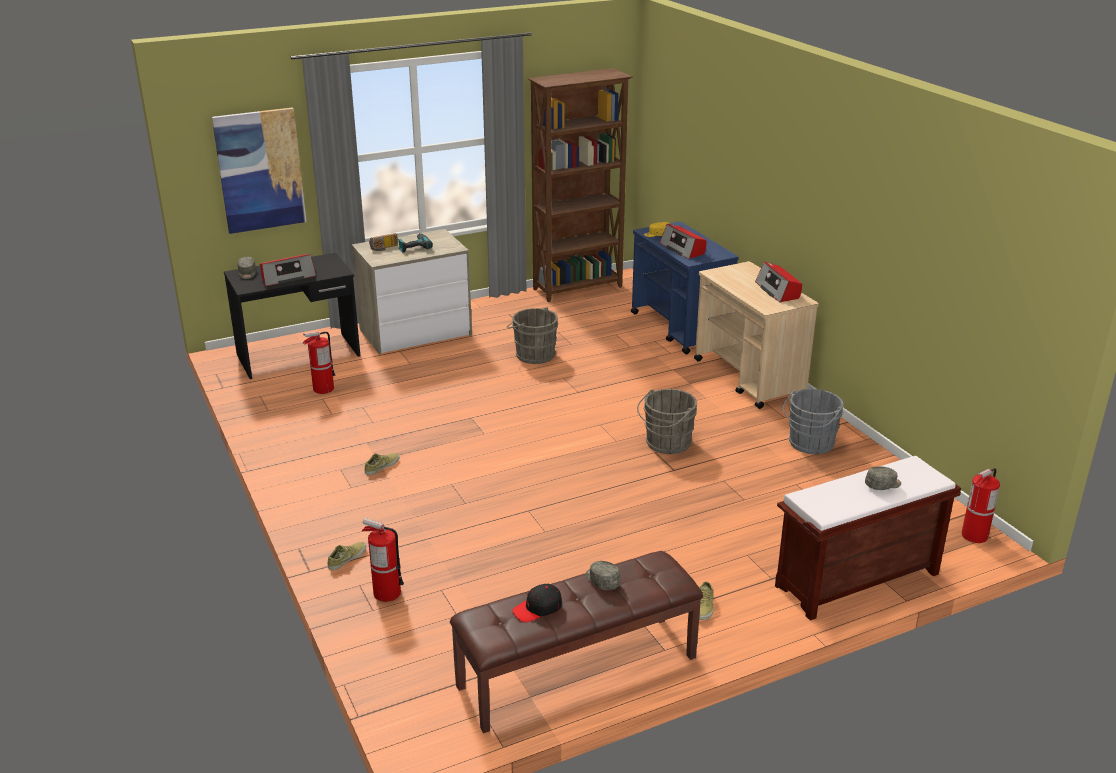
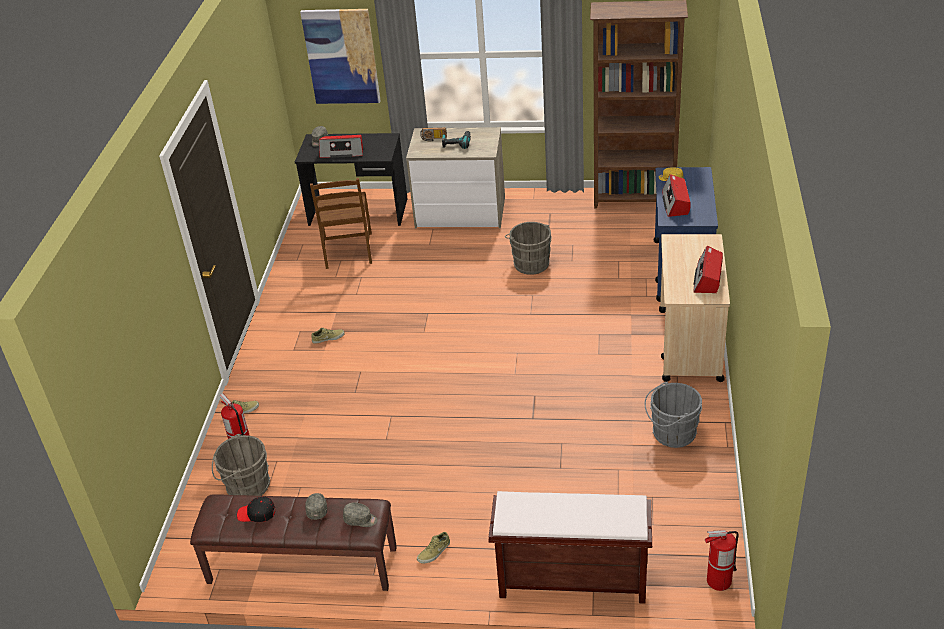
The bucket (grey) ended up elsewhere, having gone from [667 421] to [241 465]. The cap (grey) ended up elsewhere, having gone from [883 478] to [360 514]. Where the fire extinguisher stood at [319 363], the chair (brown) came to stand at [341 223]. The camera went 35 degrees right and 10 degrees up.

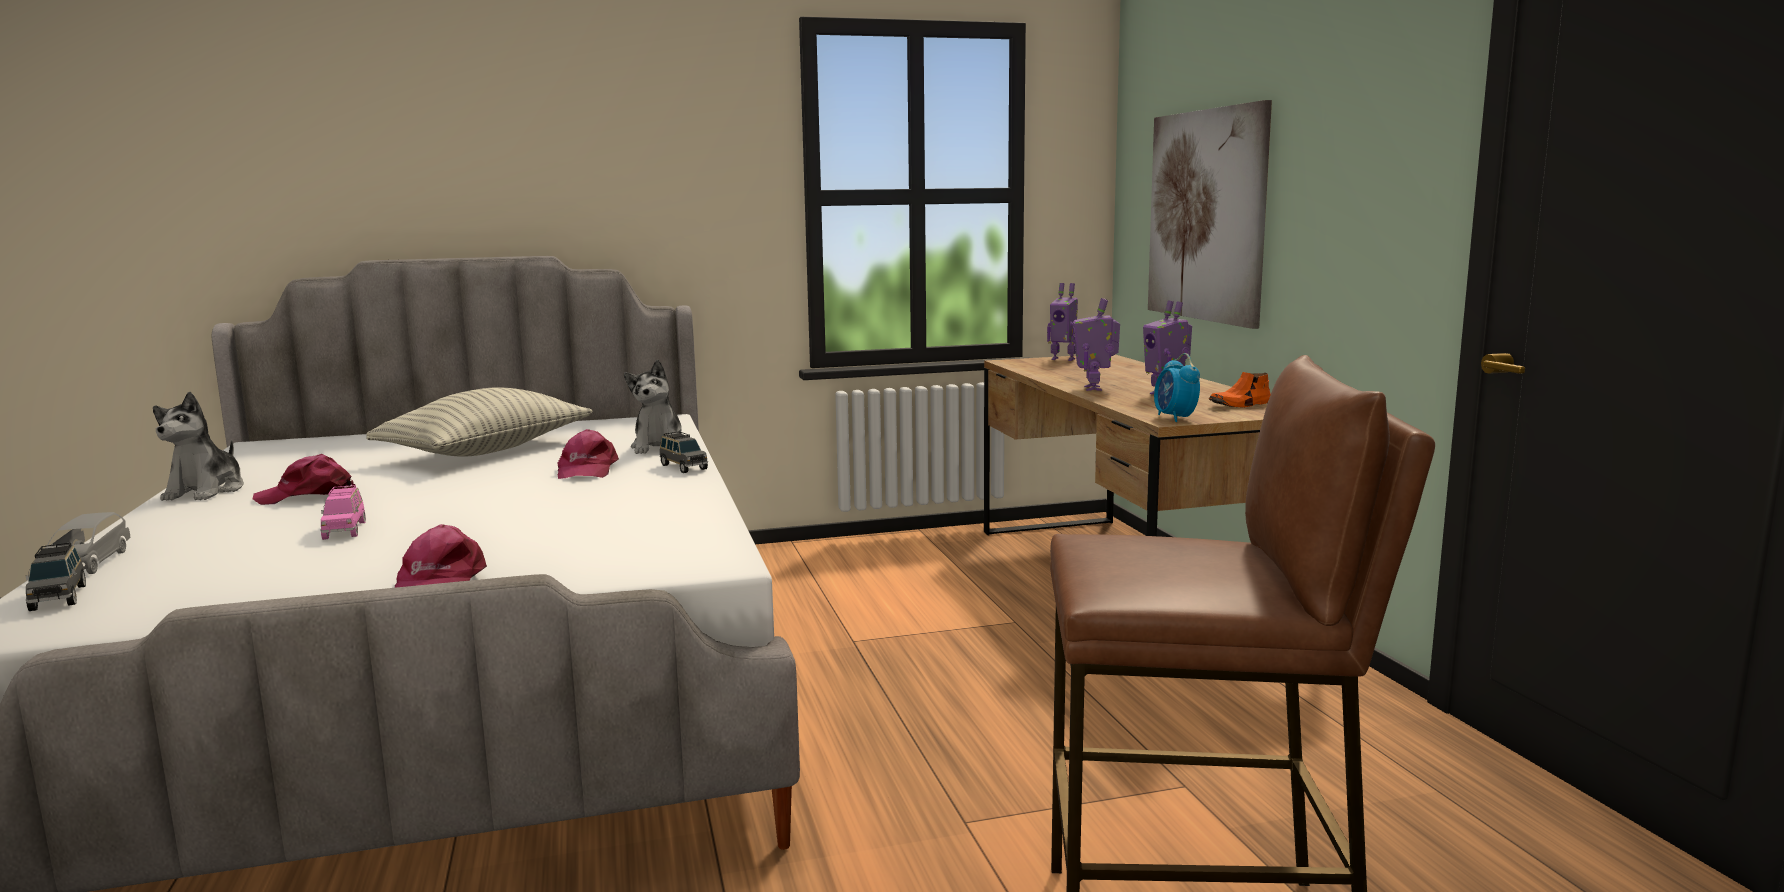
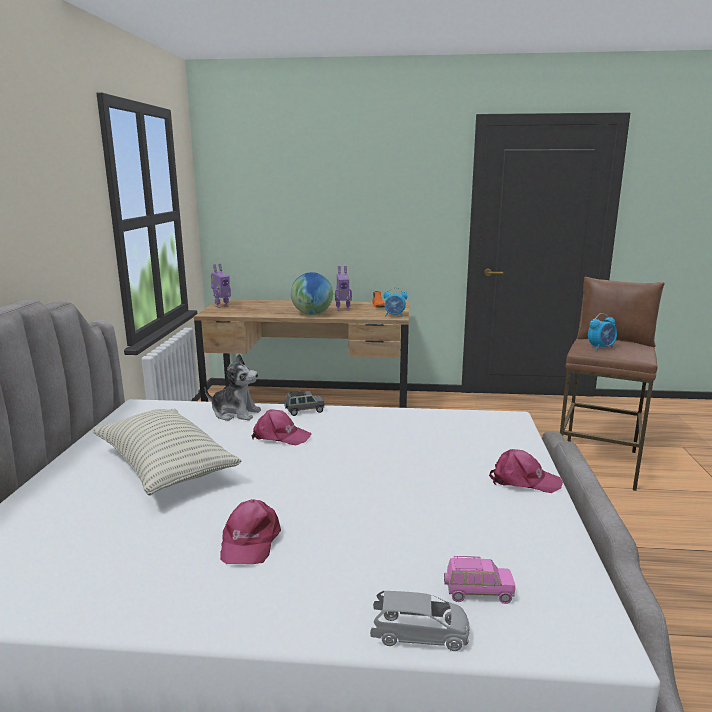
The second view lost the toy car (grey) at [56 576]. The second view lost the plush toy at [198 446]. The second view lost the picture at [1210 214]. The second view gained the alarm clock at [602 332]. The toy car (pink) ended up elsewhere, having gone from [343 512] to [479 580]. Where the toy robot stood at [1096 344], the globe came to stand at [312 293]. The camera went 70 degrees left and 5 degrees up.

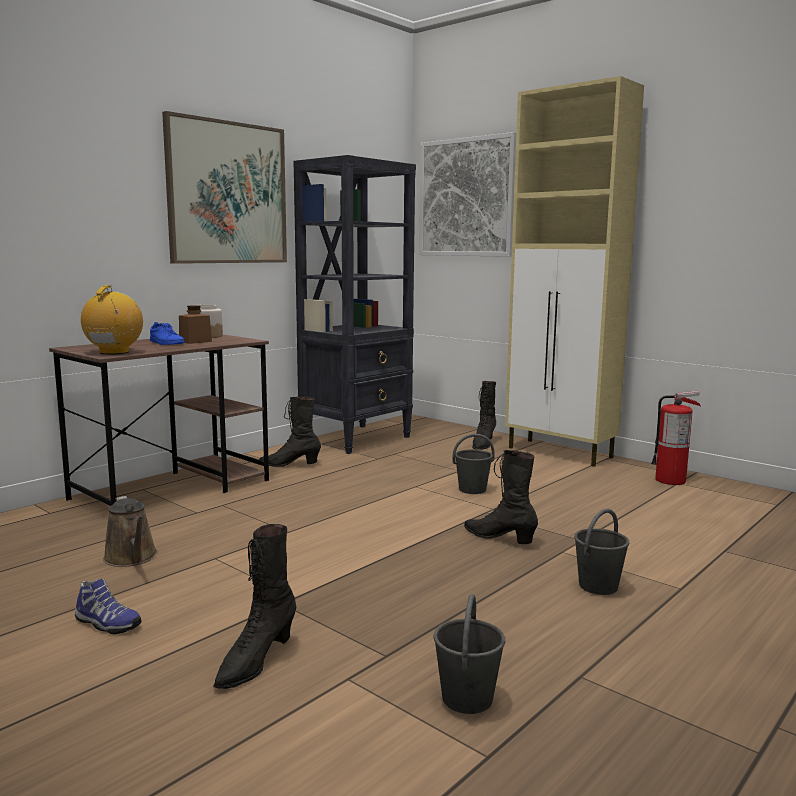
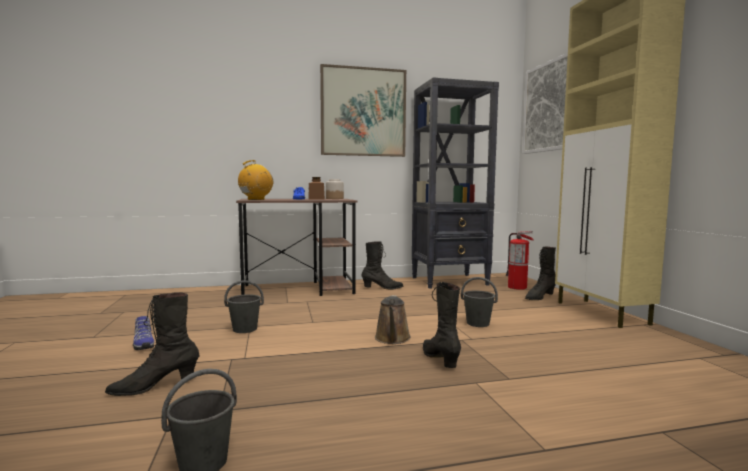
The watering can (brown) ended up elsewhere, having gone from [130 531] to [393 319]. The bucket (grey) ended up elsewhere, having gone from [601 552] to [244 306]. The fire extinguisher ended up elsewhere, having gone from [675 438] to [520 260]. The boot (black) at [290 432] ended up facing another way, 135 degrees clockwise from before. The camera went 35 degrees right and 5 degrees down.

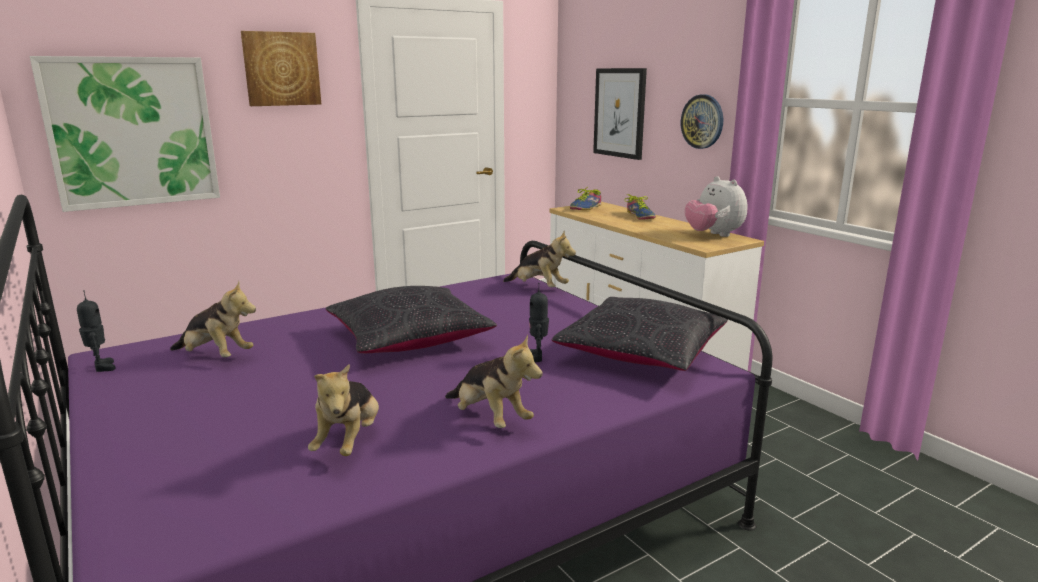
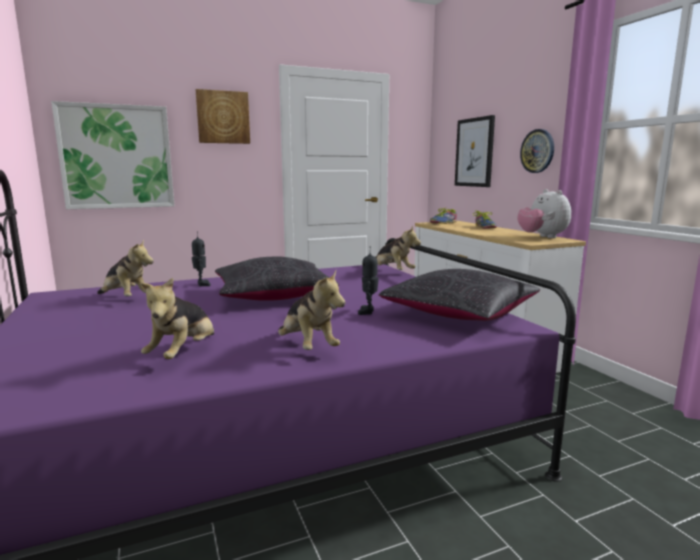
The toy robot ended up elsewhere, having gone from [96 331] to [201 260]. The camera went 10 degrees right and 5 degrees down.

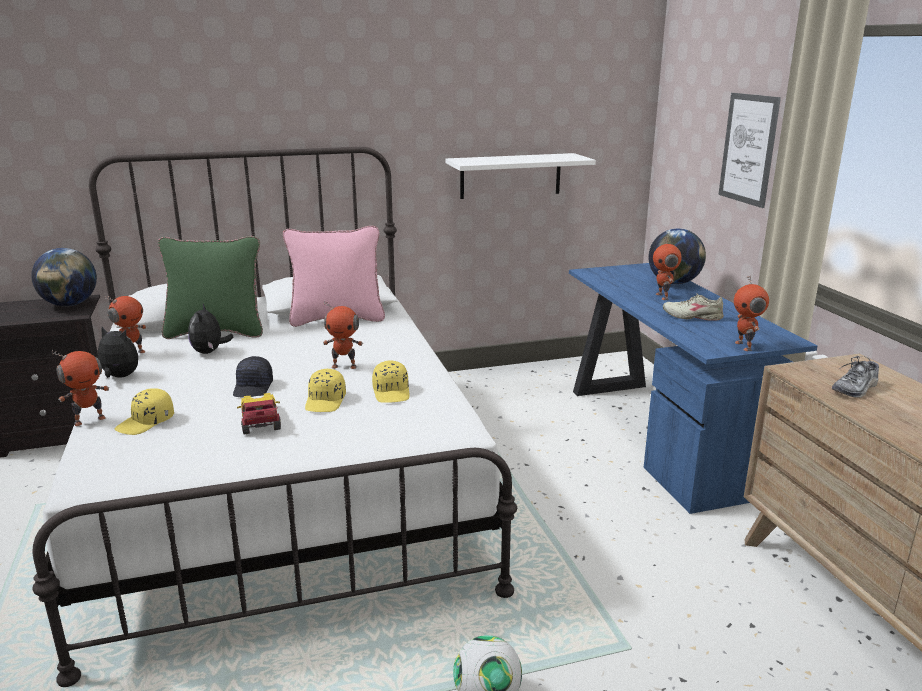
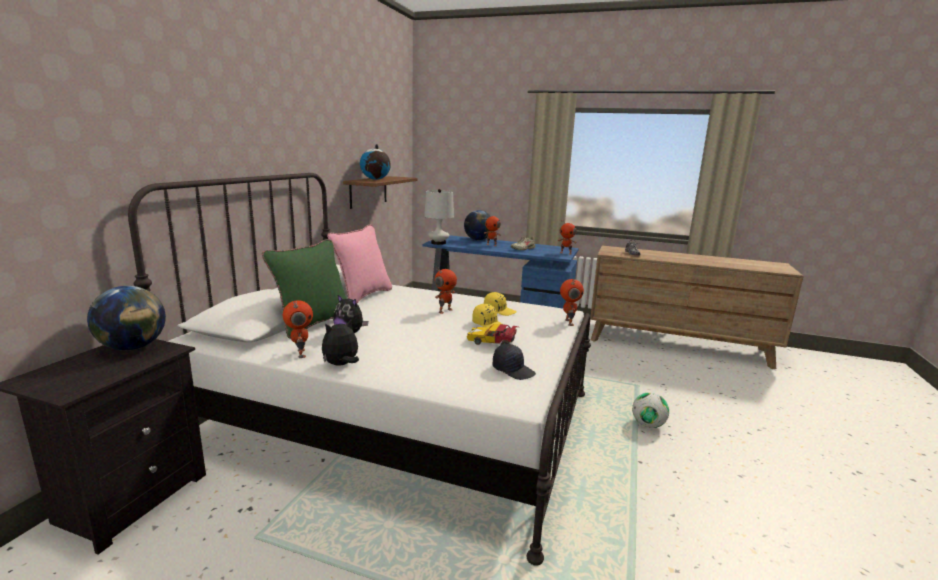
The second view lost the cap (yellow) at [144 411]. The second view lost the picture at [749 150]. The second view gained the globe at [375 162]. The second view gained the table lamp (white) at [439 217]. The toy robot ended up elsewhere, having gone from [80 388] to [572 302]. The cap (black) ended up elsewhere, having gone from [253 377] to [514 362]. What was the shelf (white) at [521 176] turned into the shelf (brown) at [380 192]. The camera went 55 degrees left and 5 degrees down.

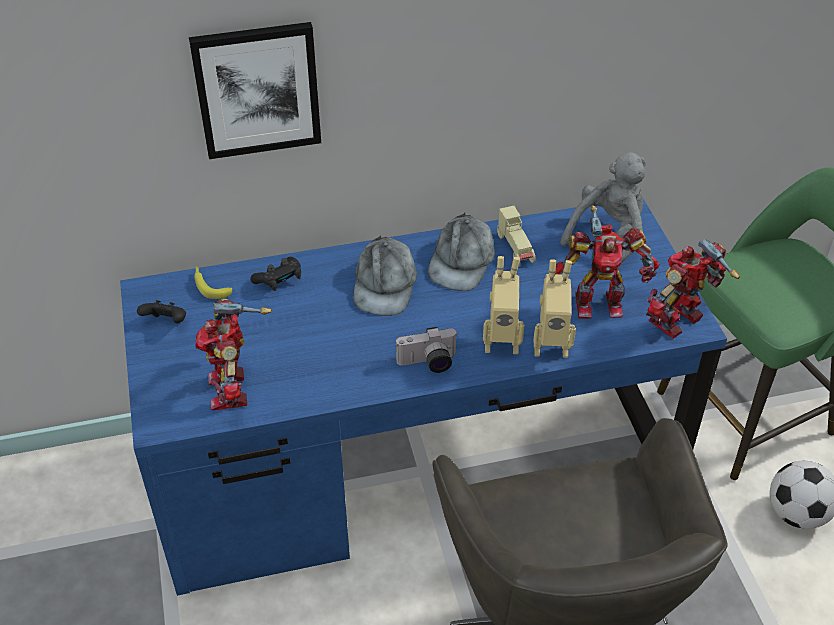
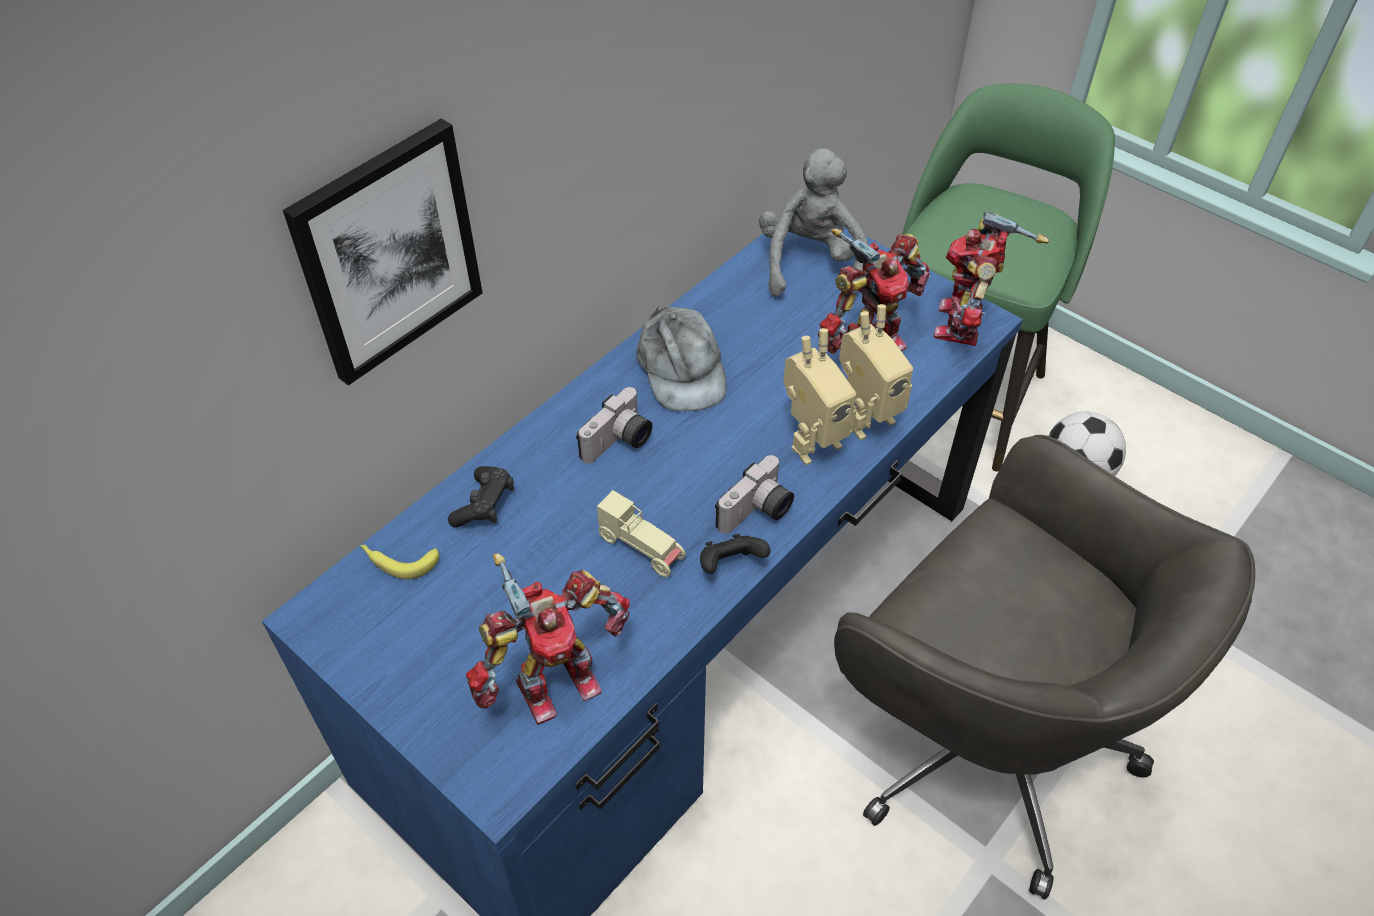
The game controller (black) ended up elsewhere, having gone from [161 311] to [735 554]. The toy car (beige) ended up elsewhere, having gone from [516 236] to [641 533]. Where the cap (grey) stood at [385 275], the photo camera came to stand at [614 425]. The toy robot at [233 354] ended up facing another way, 75 degrees counterclockwise from before. The camera went 35 degrees left and 5 degrees up.

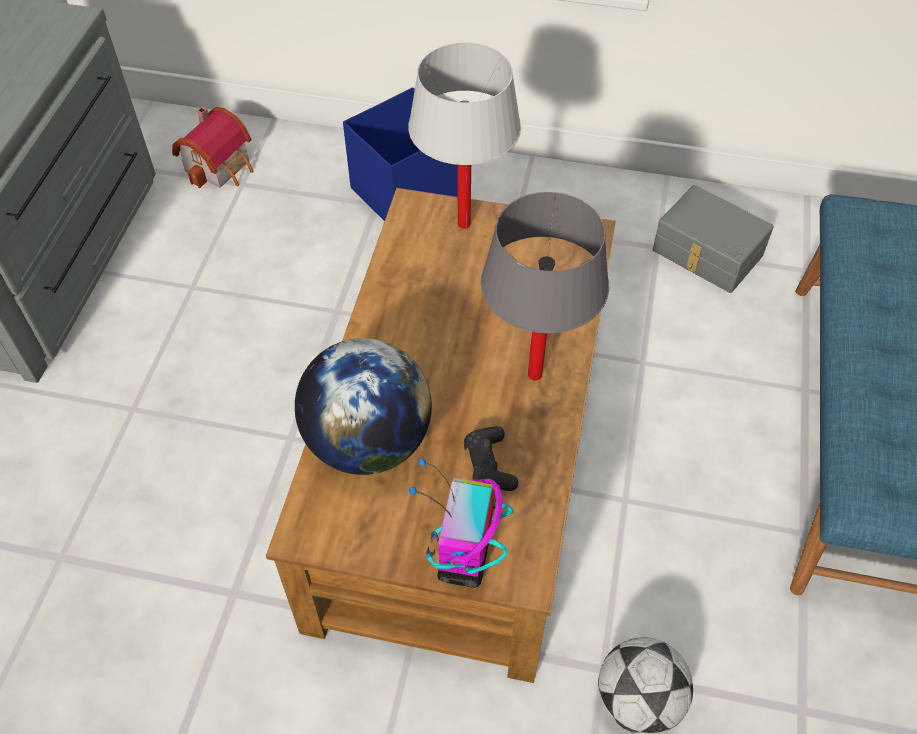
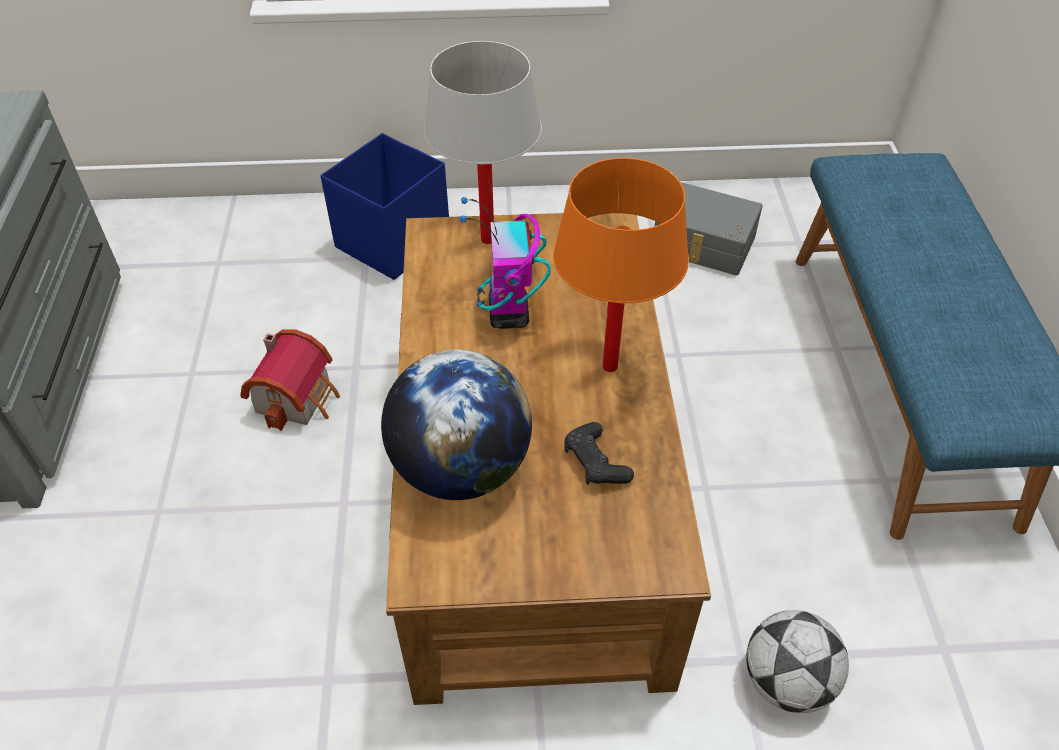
The toy house ended up elsewhere, having gone from [212 147] to [290 380]. The toy robot ended up elsewhere, having gone from [461 523] to [505 263]. What was the table lamp (grey) at [545 286] turned into the table lamp (orange) at [621 265]. The camera went 15 degrees left and 5 degrees down.

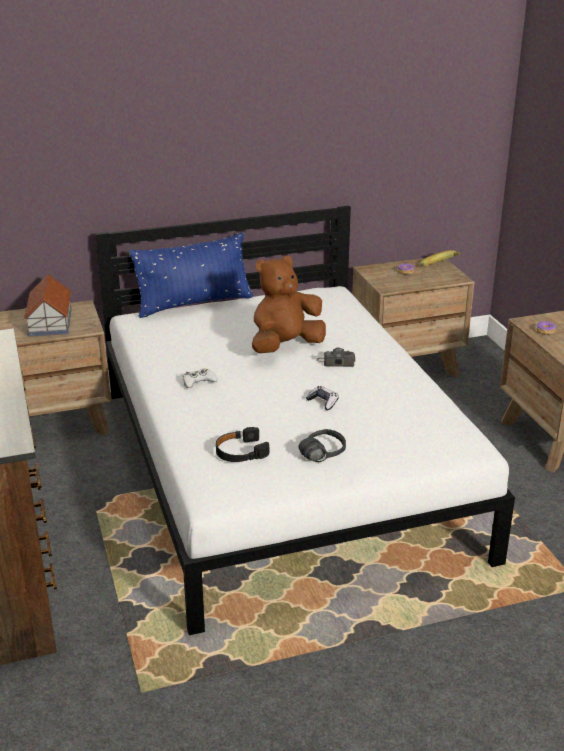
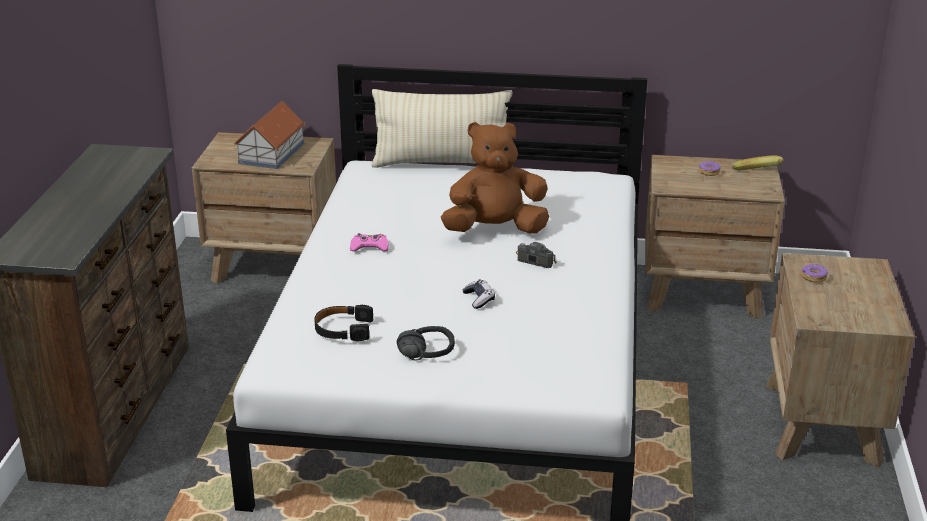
What was the pillow (blue) at [191 275] turned into the pillow (beige) at [442 128]. What was the game controller (white) at [200 378] turned into the game controller (pink) at [369 242]. The camera went 25 degrees right and 0 degrees up.

